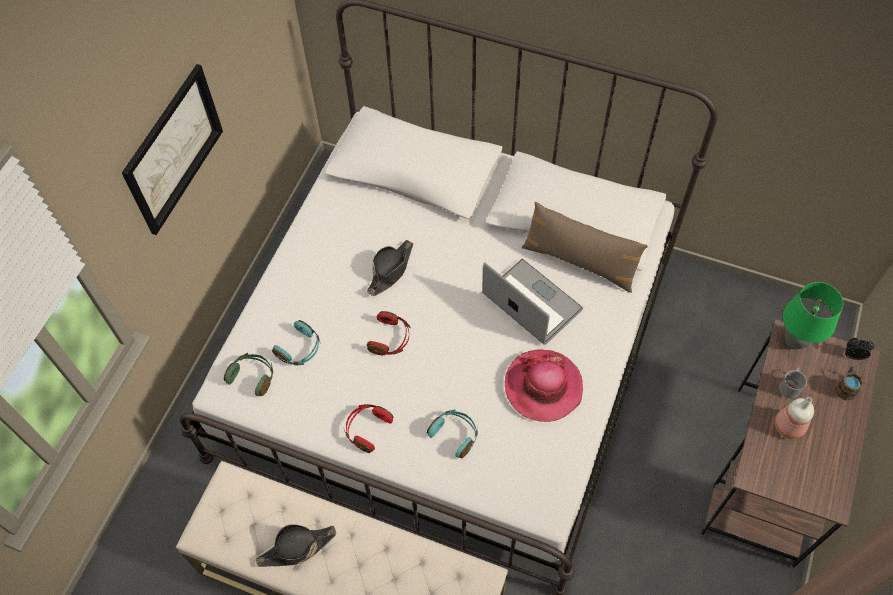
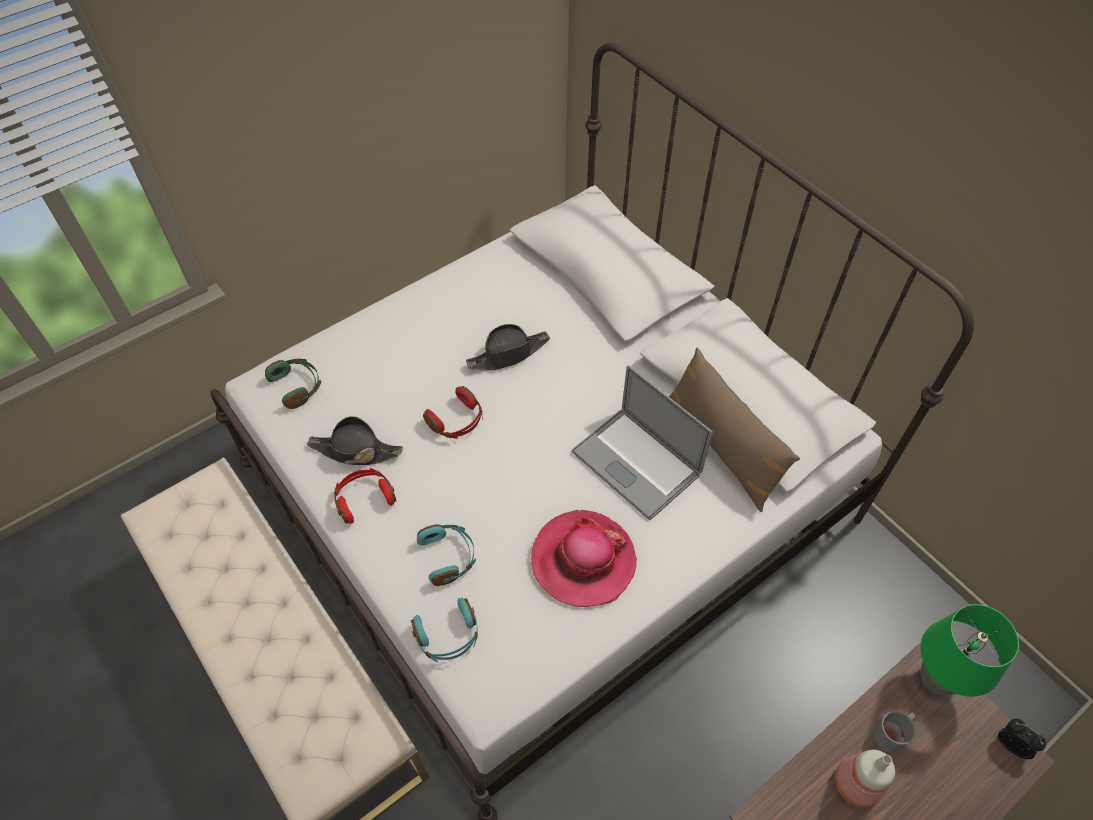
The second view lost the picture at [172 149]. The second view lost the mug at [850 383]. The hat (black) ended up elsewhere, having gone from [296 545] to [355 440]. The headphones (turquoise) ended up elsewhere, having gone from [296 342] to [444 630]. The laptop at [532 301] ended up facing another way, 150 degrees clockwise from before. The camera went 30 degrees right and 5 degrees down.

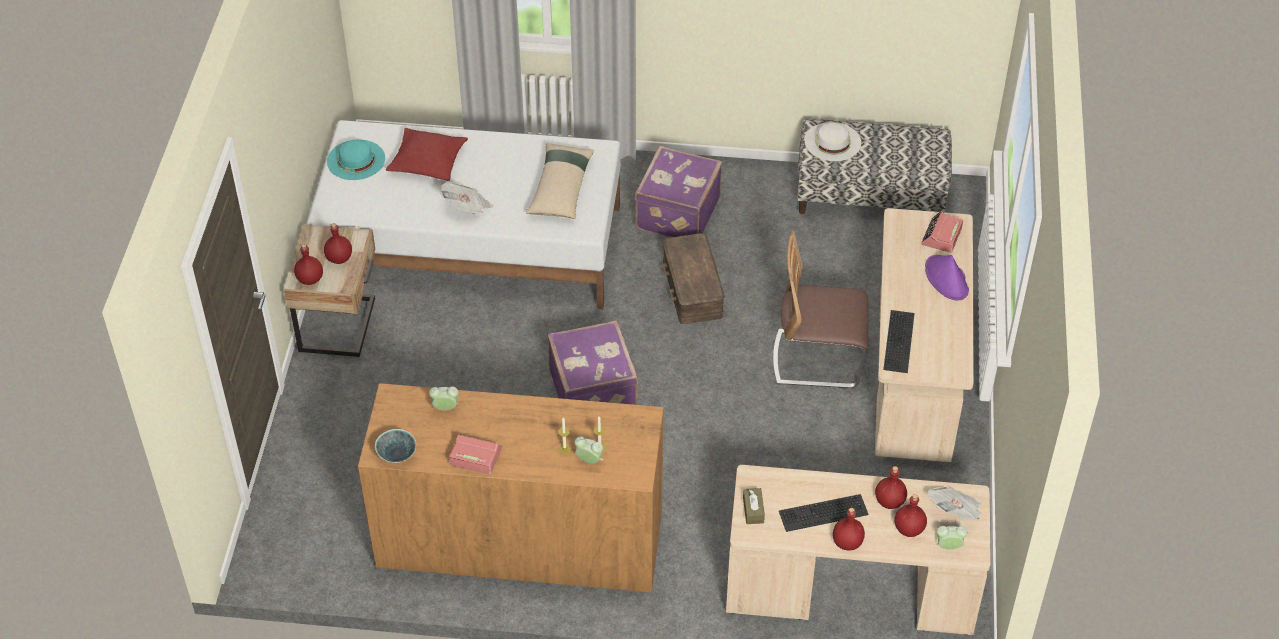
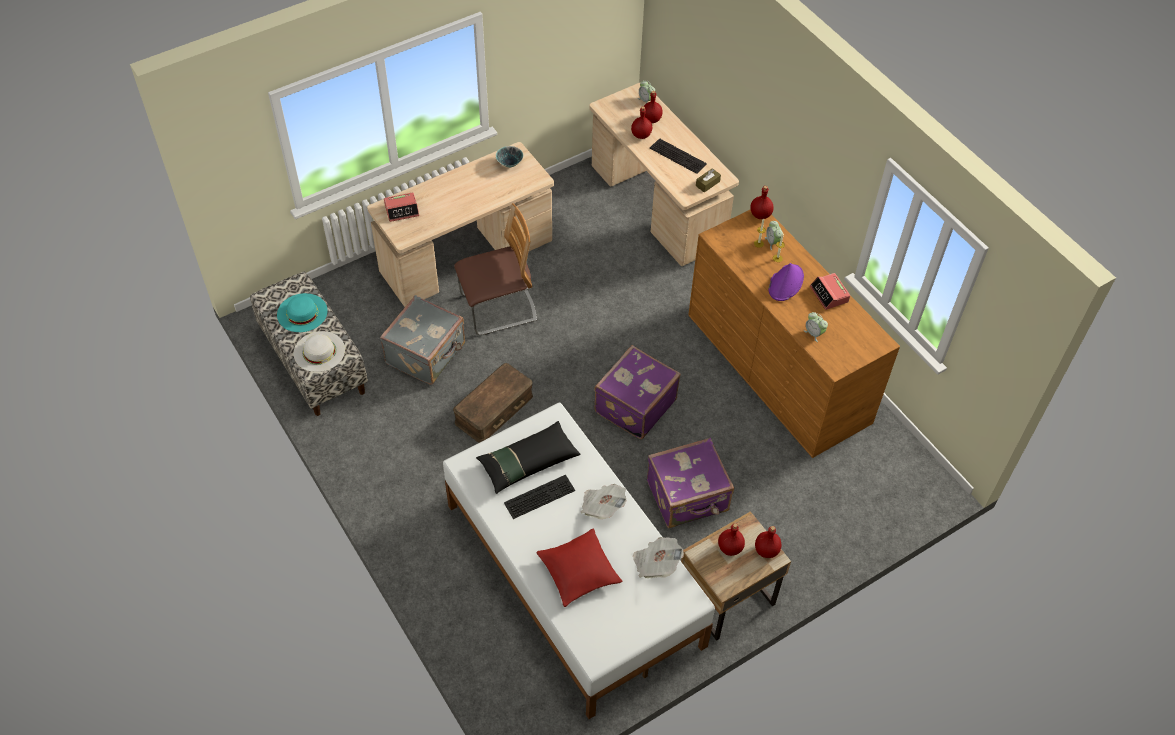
The second view gained the suitcase (grey) at [422 340]. The hat (turquoise) ended up elsewhere, having gone from [356 160] to [302 312]. The bowl ended up elsewhere, having gone from [395 446] to [509 157]. The suitcase (purple) ended up elsewhere, having gone from [678 192] to [690 483]. The bottle (red) ended up elsewhere, having gone from [849 529] to [762 202]. The keyboard ended up elsewhere, having gone from [899 341] to [539 497]. The hat (purple) ended up elsewhere, having gone from [947 278] to [786 282]. The newspaper ended up elsewhere, having gone from [955 502] to [658 557]. What was the pillow (beige) at [560 181] turned into the pillow (black) at [528 457]. The chair at [820 310] ended up facing another way, 75 degrees counterclockwise from before. The camera went 130 degrees left and 5 degrees up.

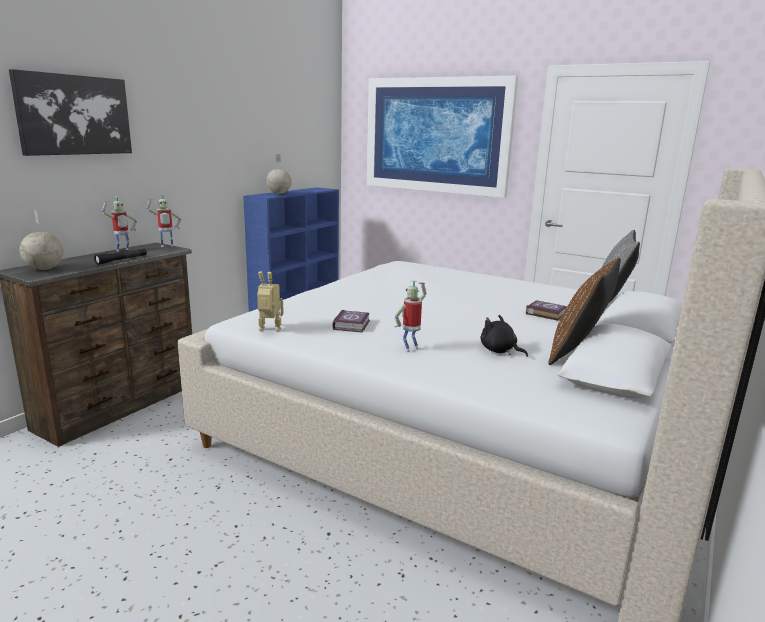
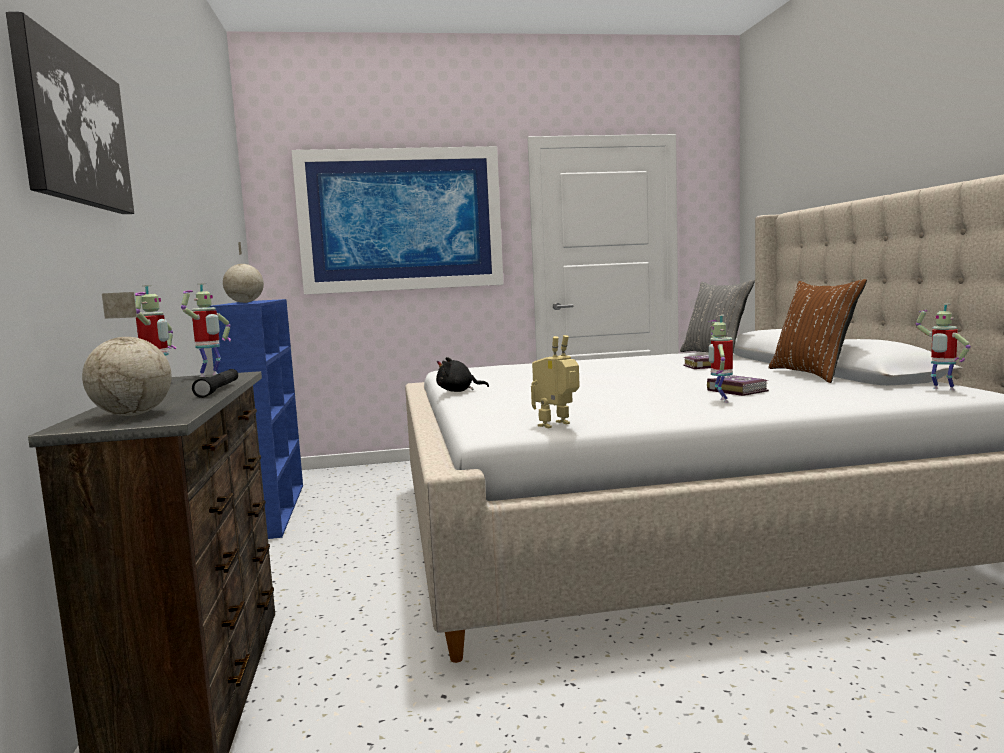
The second view gained the toy robot at [943 347]. The book ended up elsewhere, having gone from [351 321] to [738 385]. The plush toy (black) ended up elsewhere, having gone from [504 336] to [462 374]. The camera went 40 degrees left and 10 degrees down.

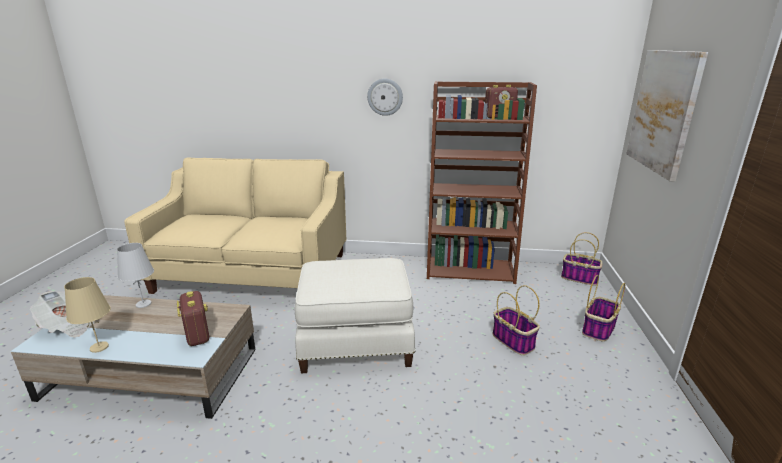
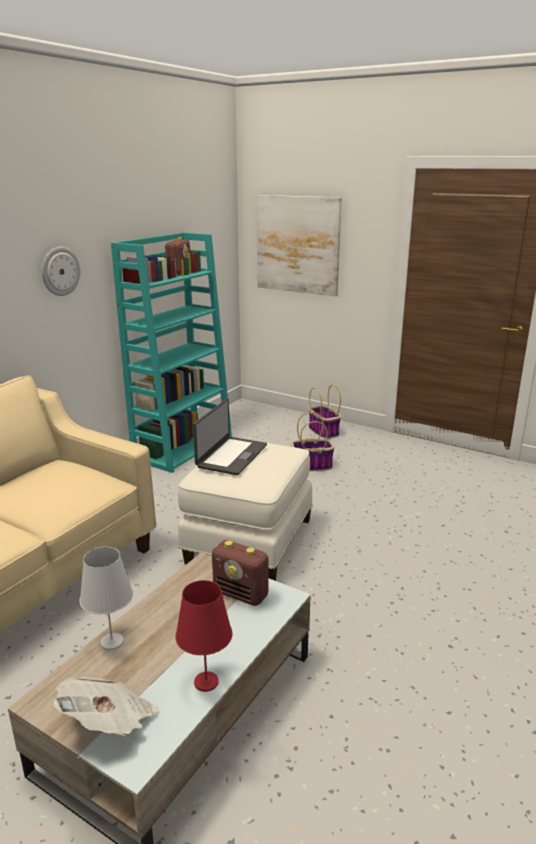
The second view lost the basket at [582 259]. The second view gained the laptop at [230 437]. What was the table lamp (beige) at [87 315] turned into the table lamp (red) at [203 636]. What was the bookcase (brown) at [482 182] turned into the bookcase (turquoise) at [171 352]. The radio at [193 318] ended up facing another way, 150 degrees counterclockwise from before. The camera went 65 degrees left and 0 degrees up.

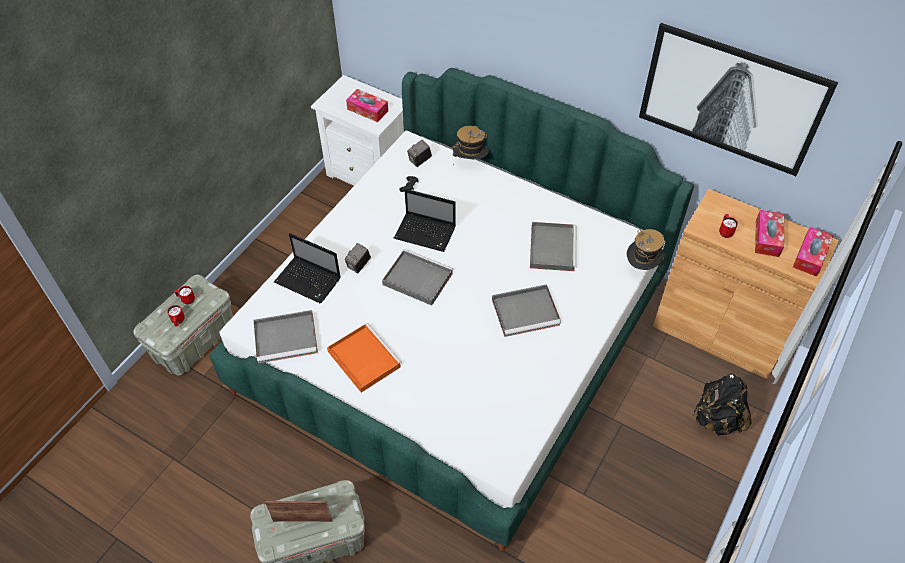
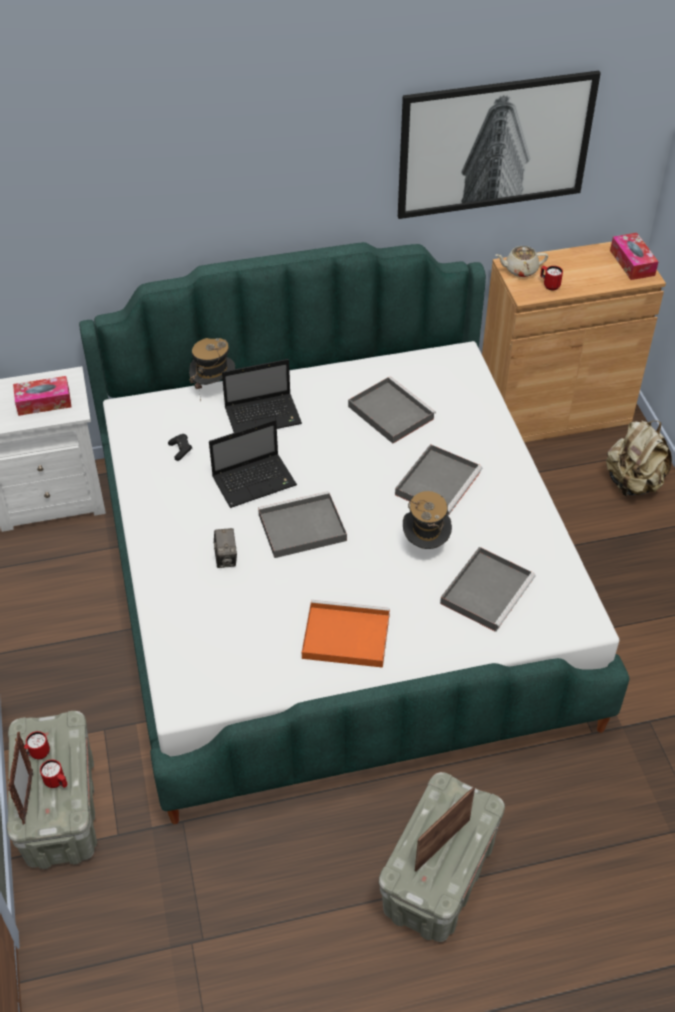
The second view lost the photo camera at [419 153]. The second view lost the tissue box at [769 233]. The second view gained the picture frame at [20 778]. The second view gained the teapot (beige) at [522 261]. The tray (grey) ended up elsewhere, having gone from [286 336] to [488 589]. The laptop ended up elsewhere, having gone from [307 268] to [262 396]. The hat ended up elsewhere, having gone from [646 249] to [427 520]. What was the backpack (black) at [722 404] turned into the backpack (beige) at [639 458]. The camera went 45 degrees left and 5 degrees down.

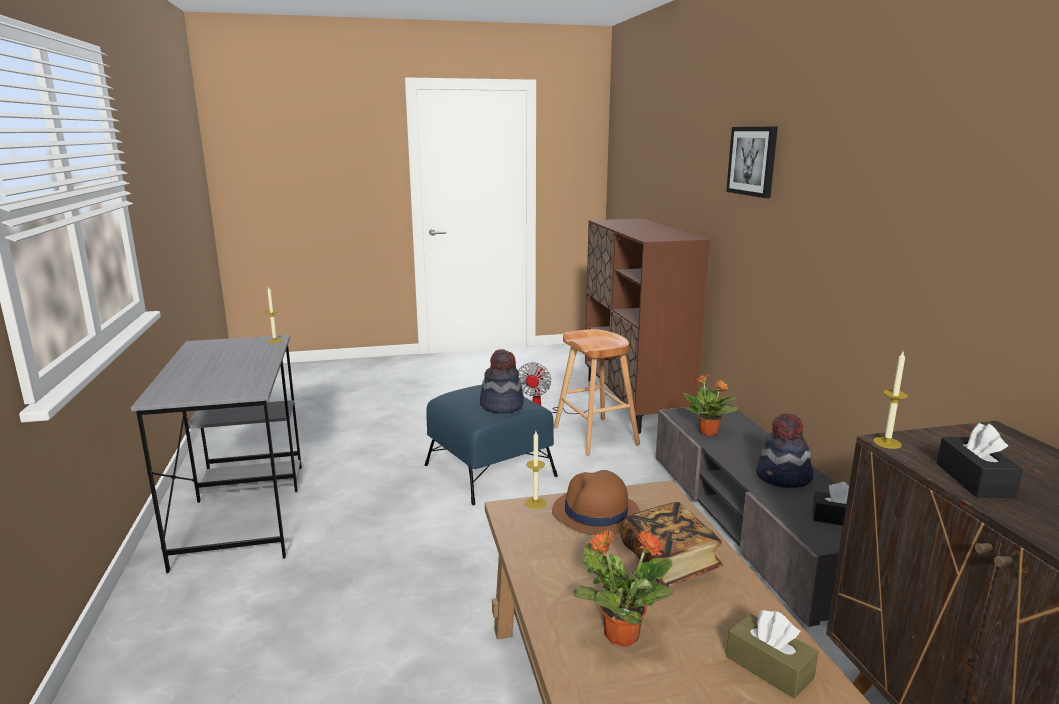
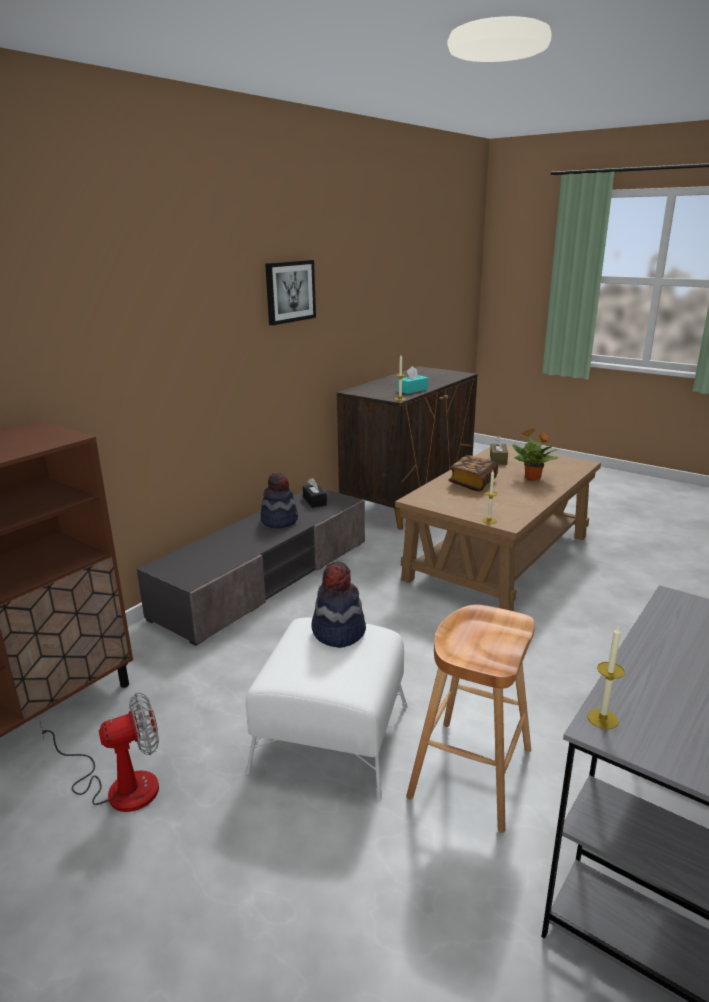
The second view lost the hat (brown) at [596 502]. The second view lost the potted plant at [711 405]. The stool (brown) ended up elsewhere, having gone from [597 392] to [470 718]. The picture ended up elsewhere, having gone from [752 162] to [290 292]. What was the ottoman (blue) at [491 445] turned into the ottoman (white) at [326 709]. What was the tissue box (black) at [980 460] turned into the tissue box (turquoise) at [413 380]. The camera went 130 degrees left and 5 degrees up.

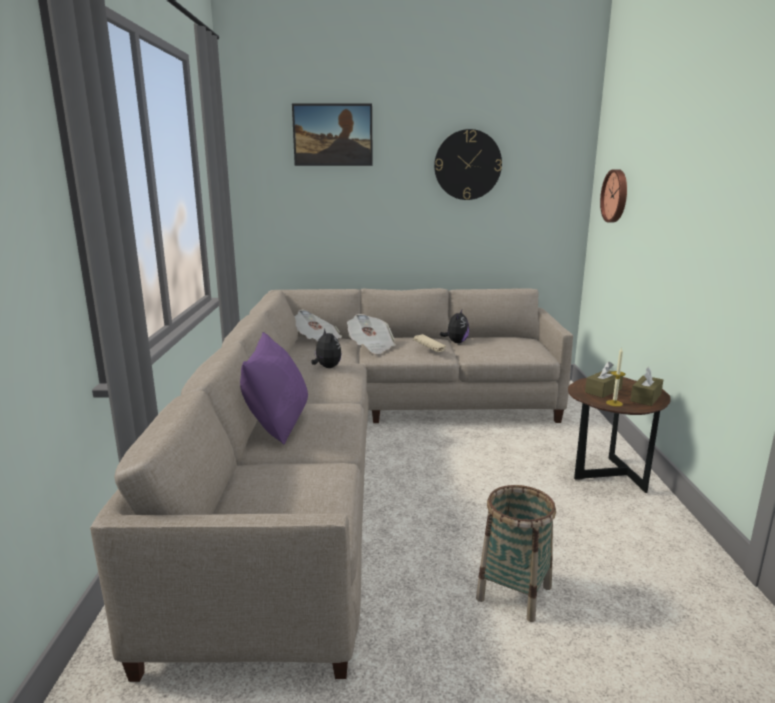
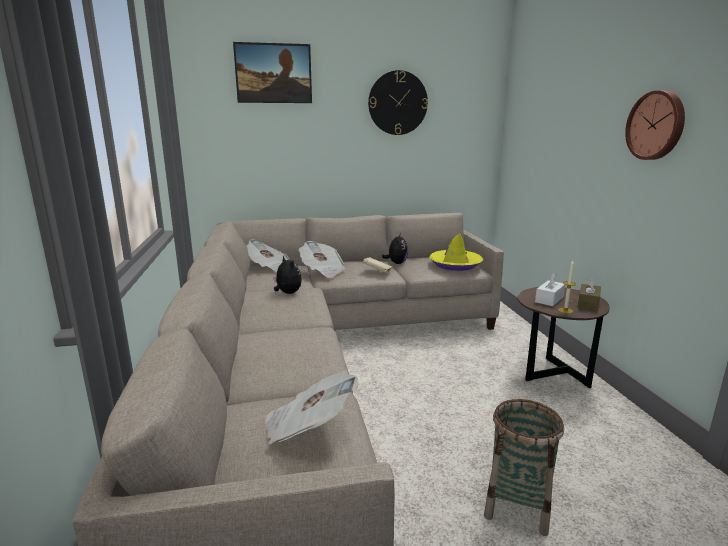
The second view lost the pillow (purple) at [274 388]. The second view gained the newspaper at [312 407]. The second view gained the hat (yellow) at [456 252]. The wall clock ended up elsewhere, having gone from [613 195] to [655 125]. What was the tissue box (brown) at [604 379] turned into the tissue box (white) at [550 289]. The camera went 10 degrees left and 0 degrees up.

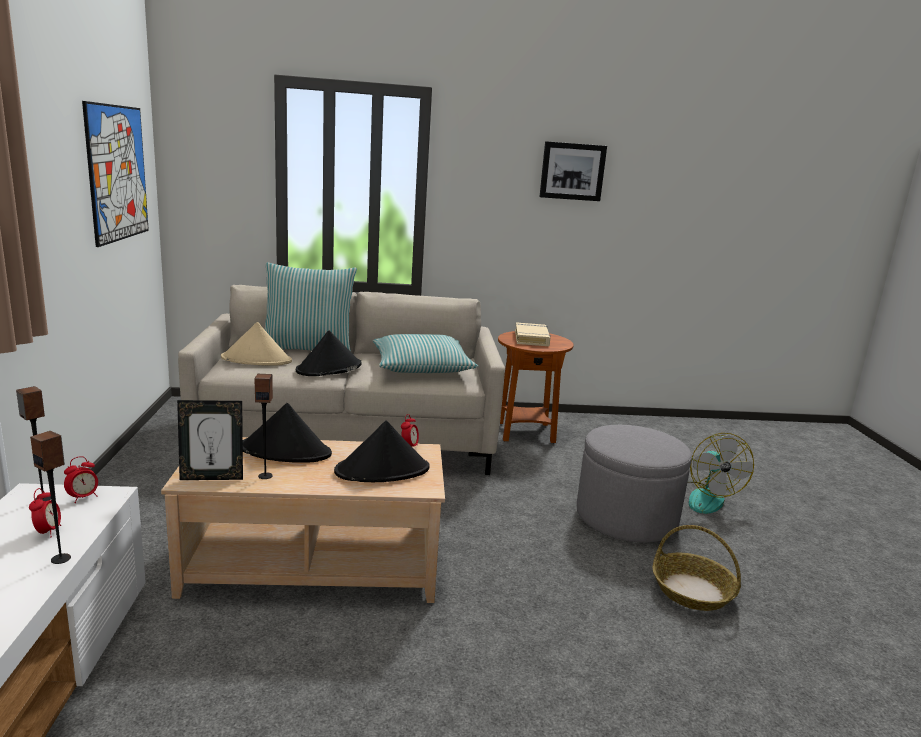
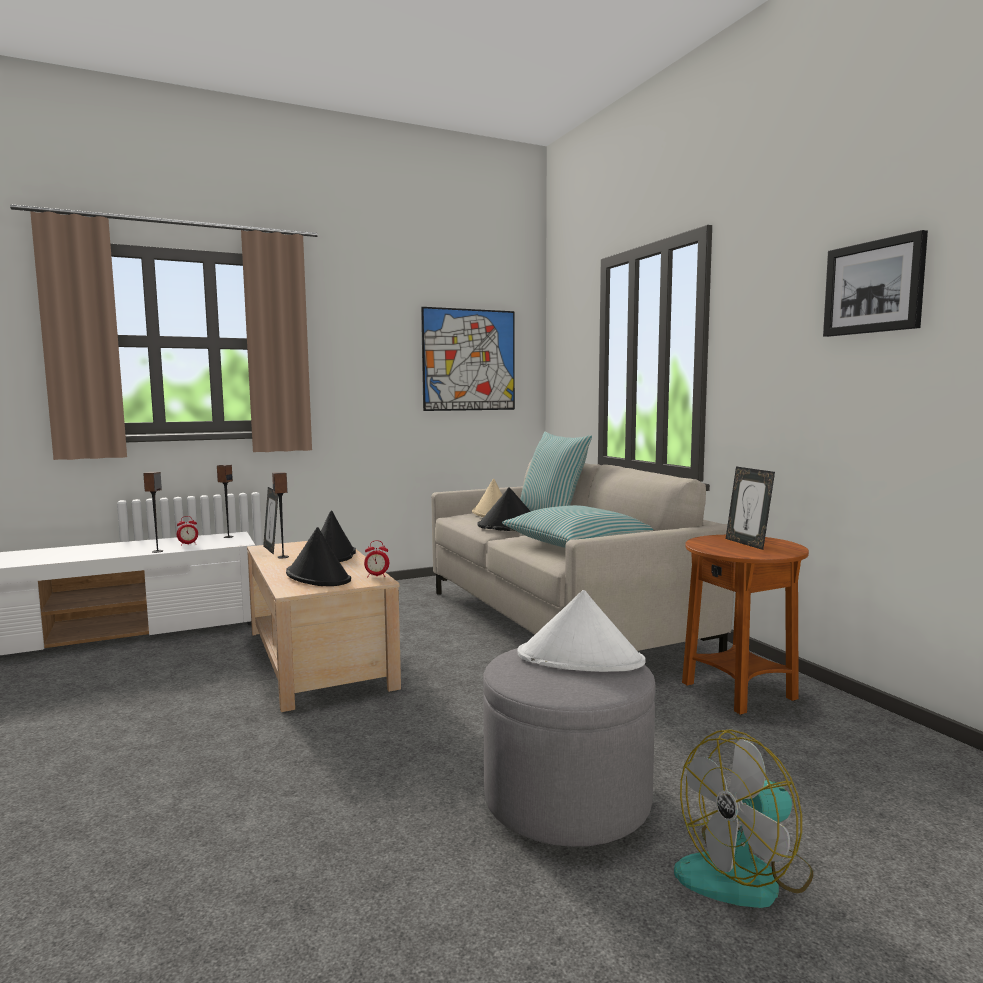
The second view lost the alarm clock at [81 479]. The second view lost the basket at [697 568]. The second view gained the hat (white) at [581 631]. Where the book (beige) stood at [532 334], the picture frame came to stand at [750 508]. The camera went 70 degrees right and 10 degrees down.

